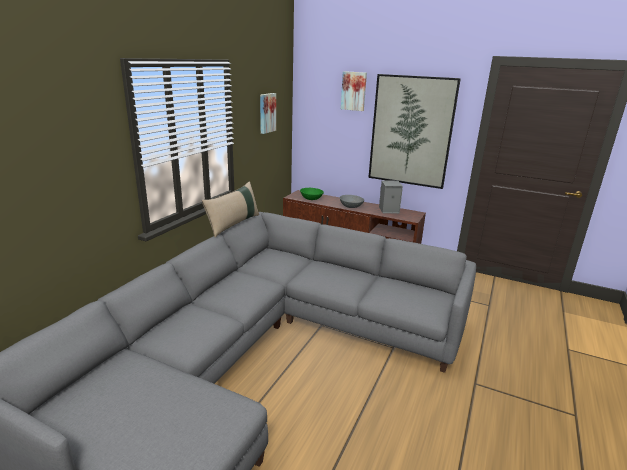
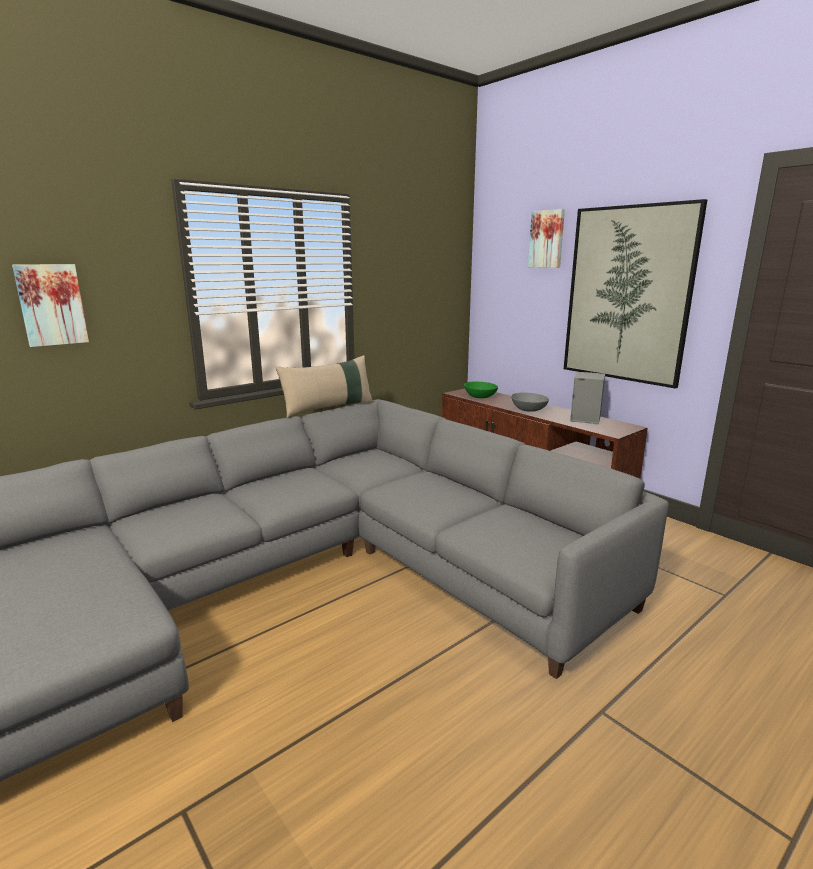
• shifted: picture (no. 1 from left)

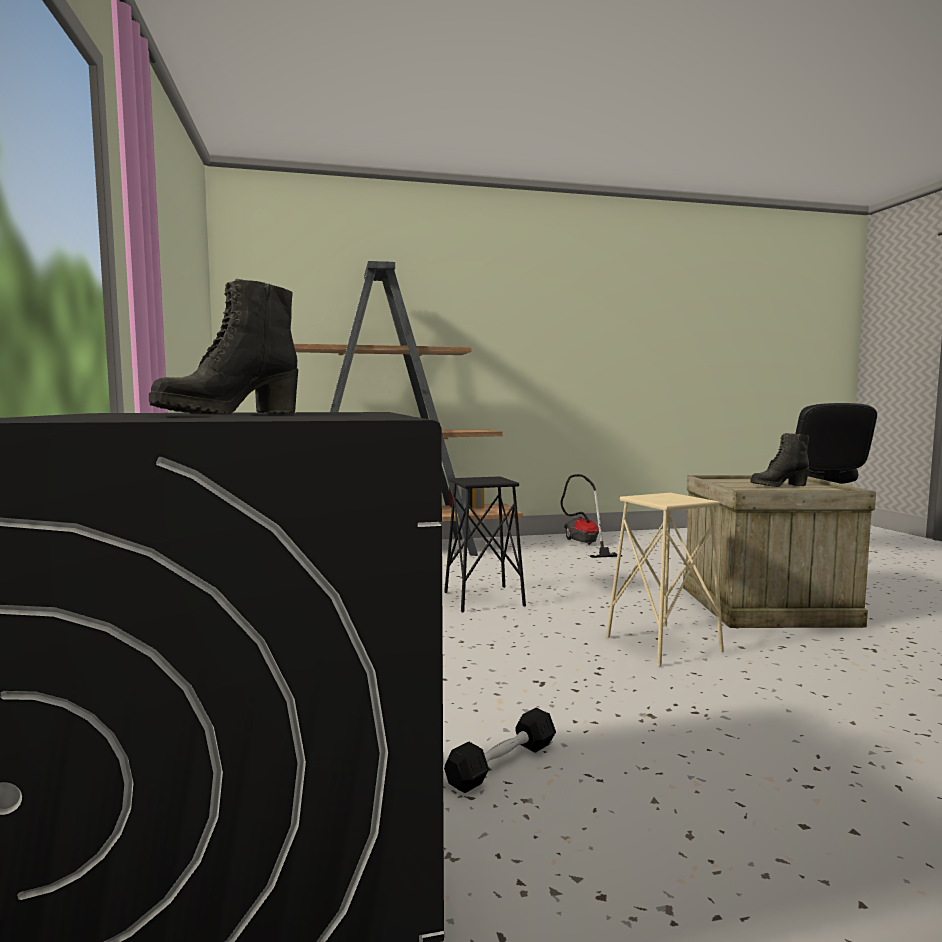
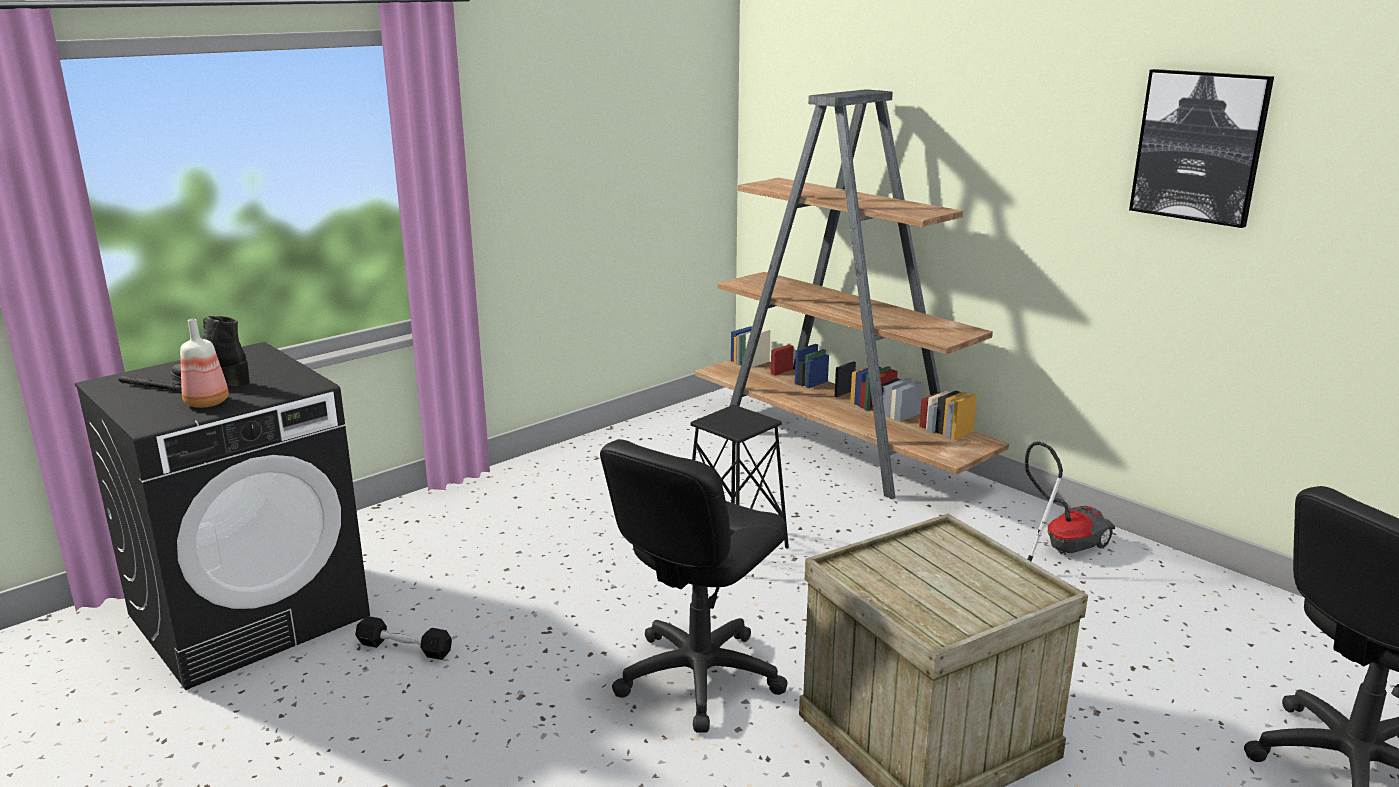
• new: black-coloured torch
• new: bottle
• swapped: beige stool to black-coloured office chair (no. 1 from left)
• new: picture
• gone: black-coloured tall boot (no. 2 from left)

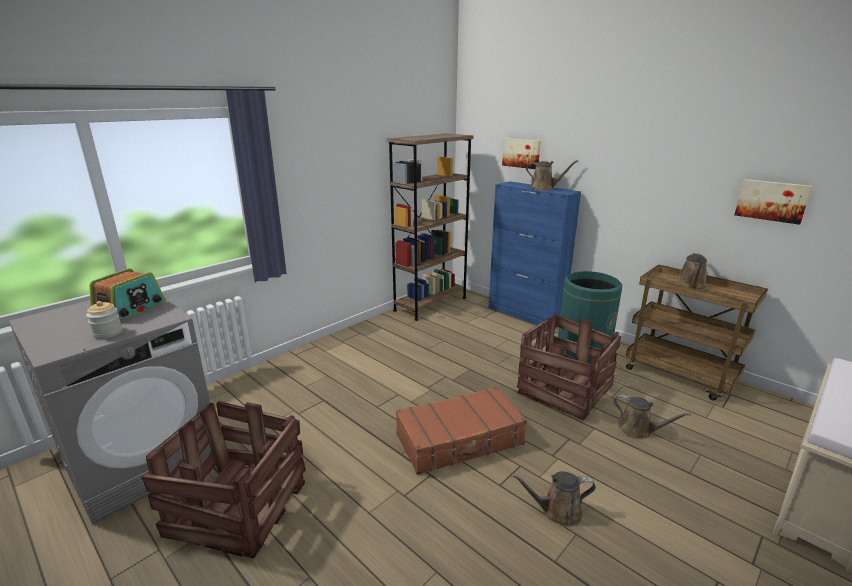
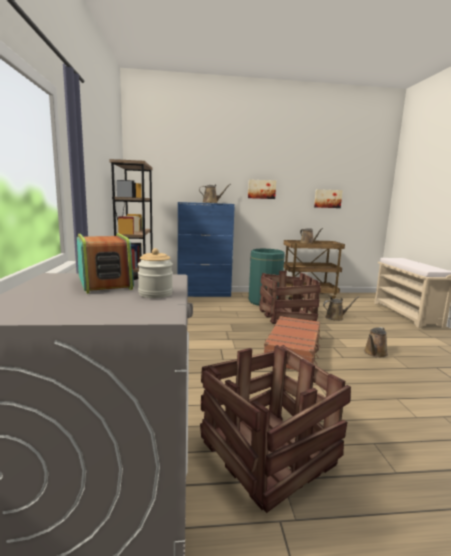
• shifted: picture (no. 1 from left)

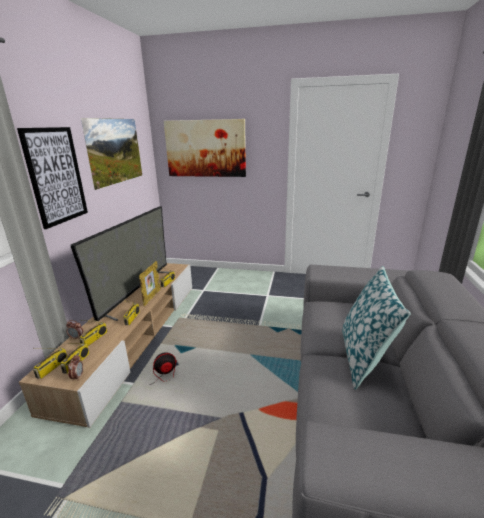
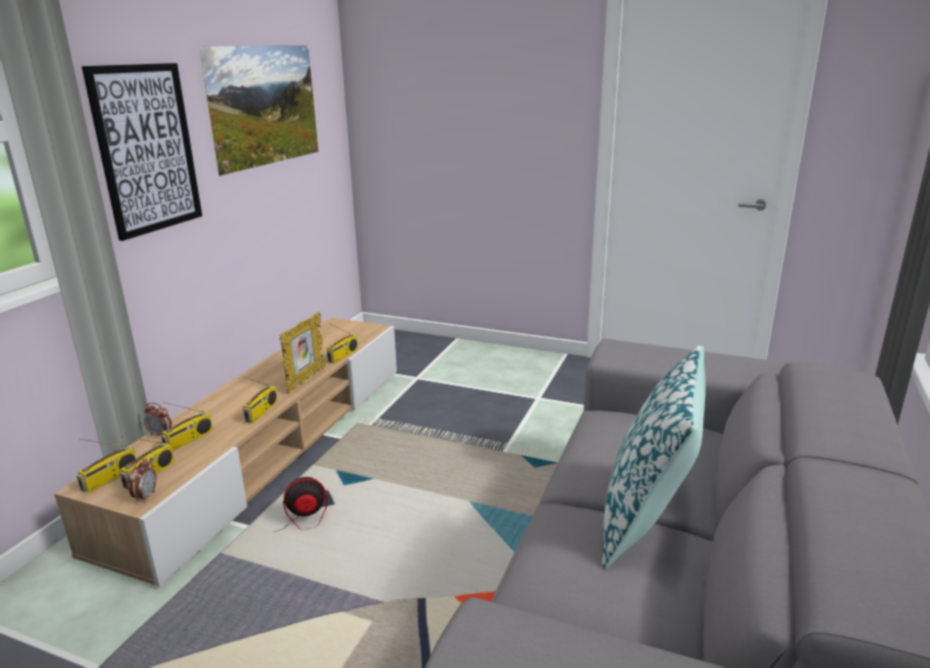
• gone: TV
• gone: picture (no. 3 from left)

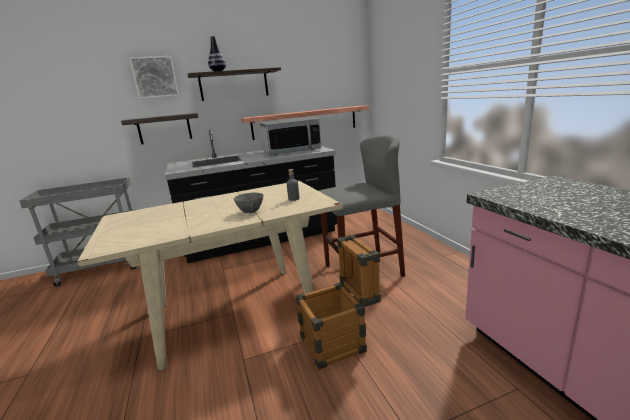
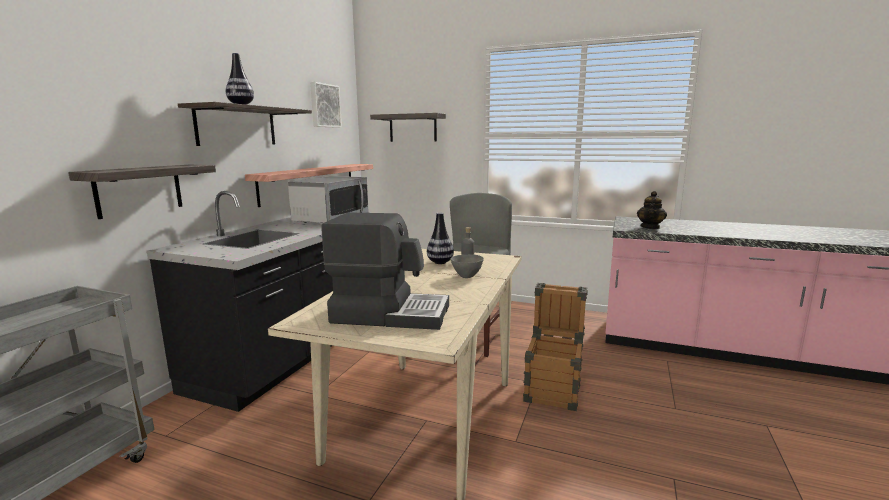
• shifted: picture
• new: coffee brewer
• new: shelf (no. 4 from left)
• new: vase (no. 2 from left)
• new: pot for tea

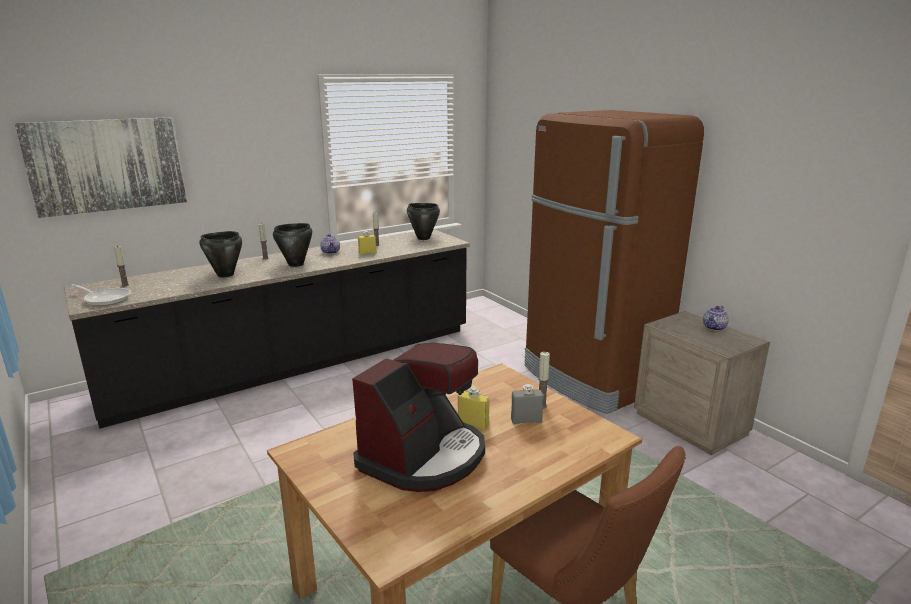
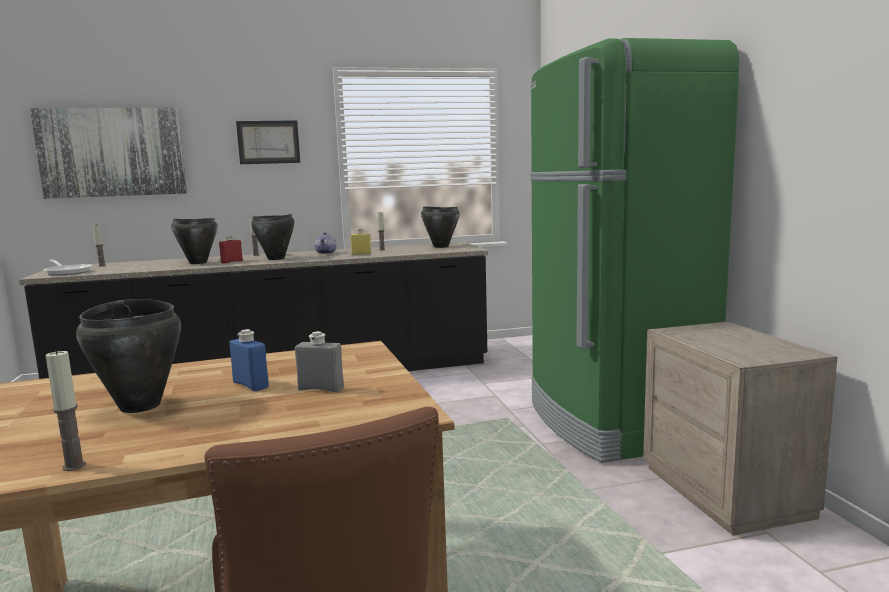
• shifted: wax candle (no. 4 from left in the first image) to wax candle (no. 1 from left)
• swapped: coffee brewer to black-coloured cooking pot (no. 1 from left)
• new: red-coloured bottle
• repainted: yellowish bottle (no. 2 from left) to blue-coloured bottle
• new: picture (no. 2 from left)
• repainted: brown fridge to green fridge
• gone: pot for tea (no. 2 from left)

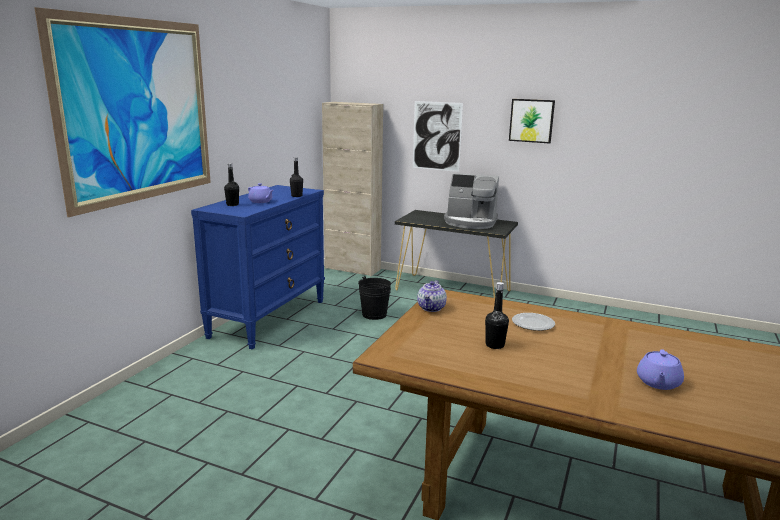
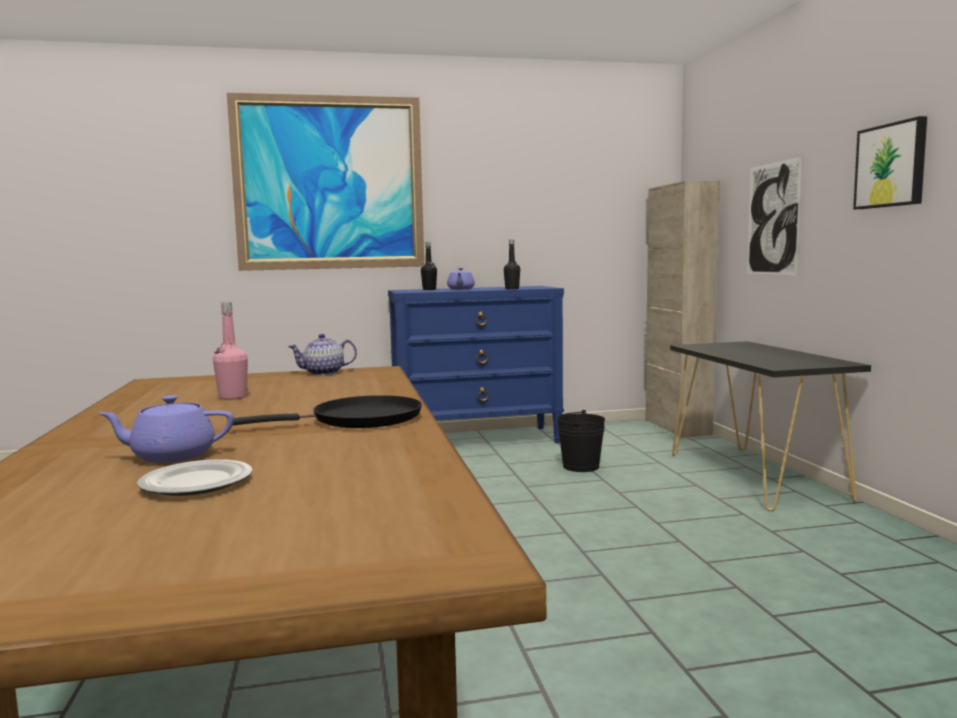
• shifted: flat dish
• repainted: black-coloured bottle (no. 3 from left) to pinkish bottle
• new: black-coloured skillet
• gone: coffee brewer

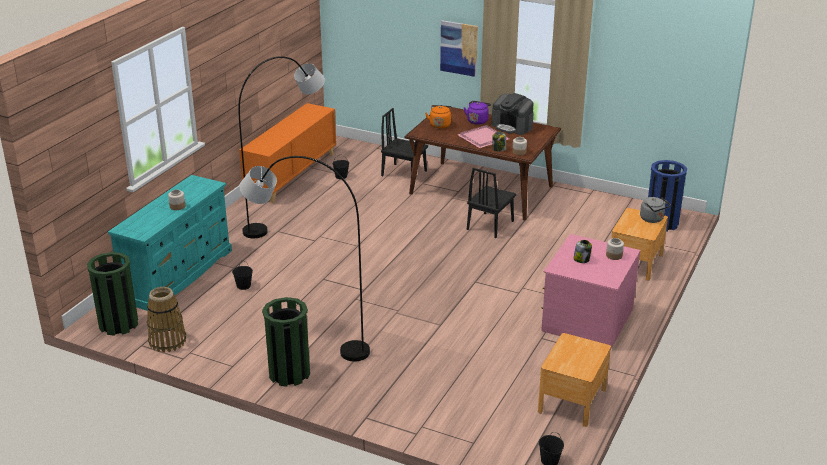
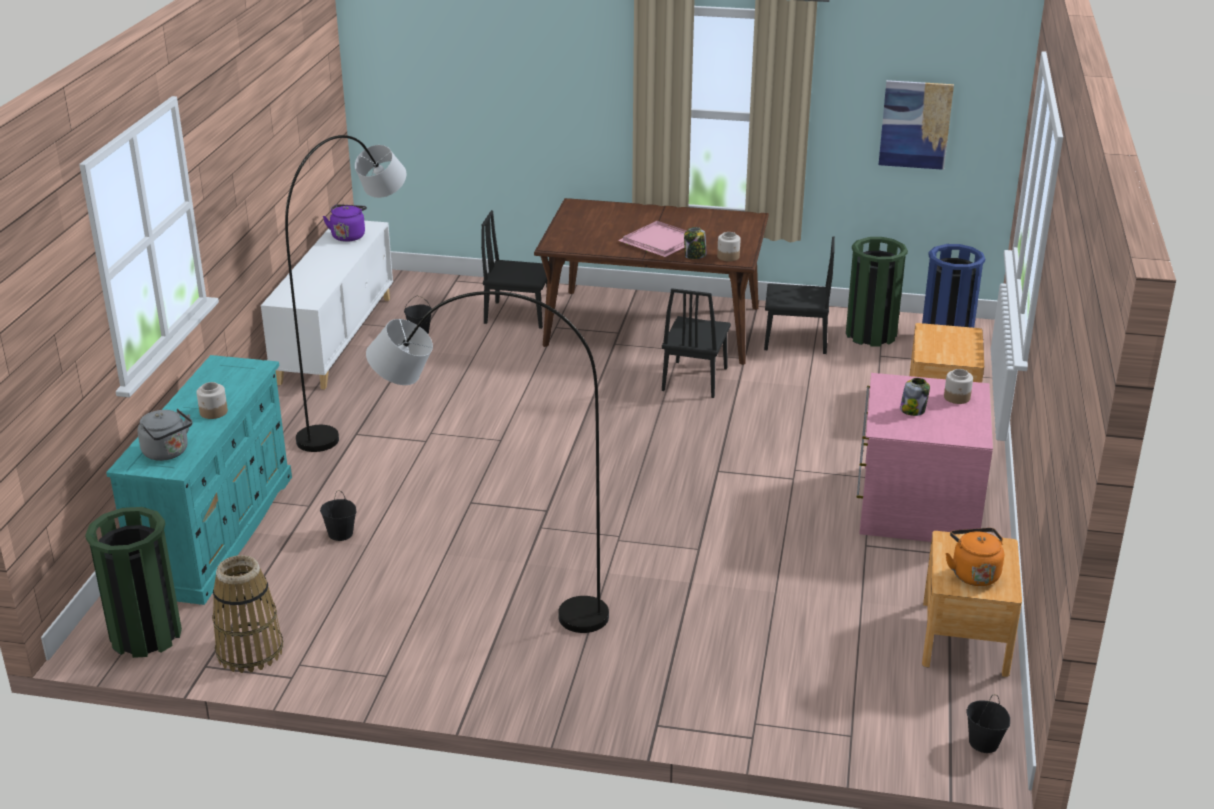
• shifted: gray water kettle
• repainted: orange-coloured storage cabinet to whitish storage cabinet
• shifted: purple water kettle
• new: black-coloured upright chair (no. 3 from left)
• shifted: green rubbish bin (no. 2 from left)
• shifted: picture
• shifted: orange-coloured water kettle
• gone: coffee brewer

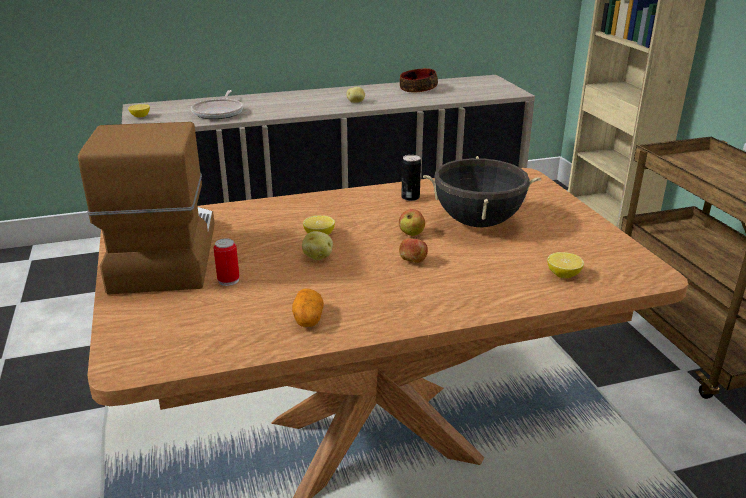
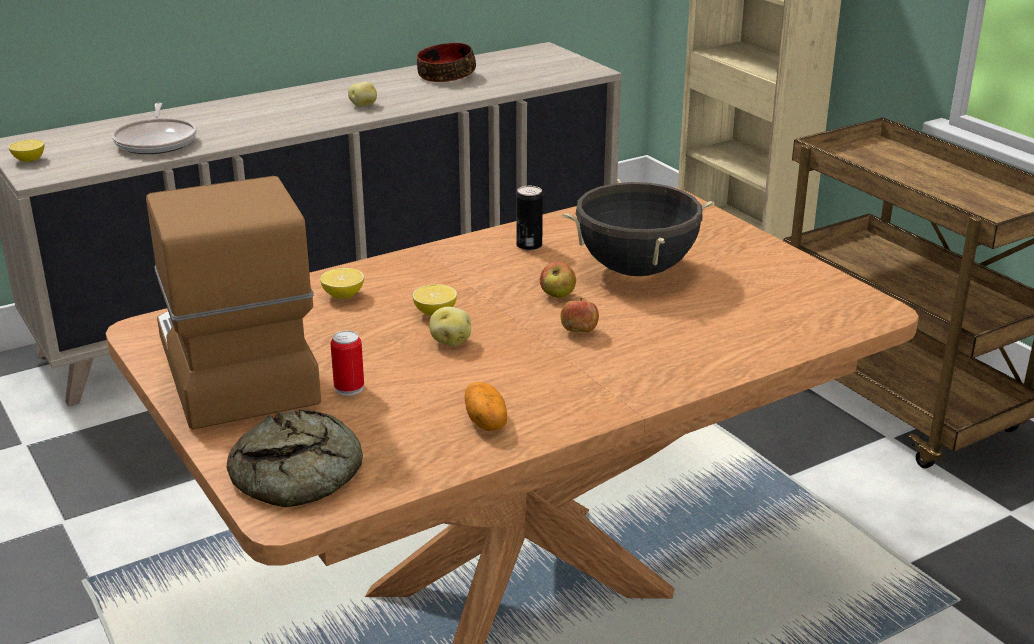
• new: bakery bread
• shifted: whole lemon (no. 3 from left in the first image) to whole lemon (no. 2 from left)

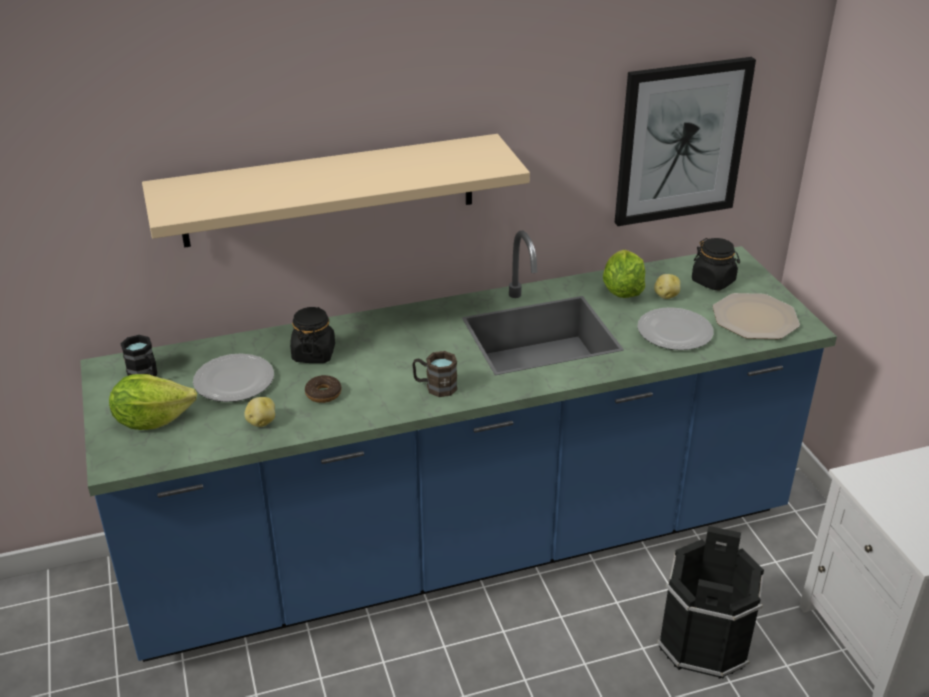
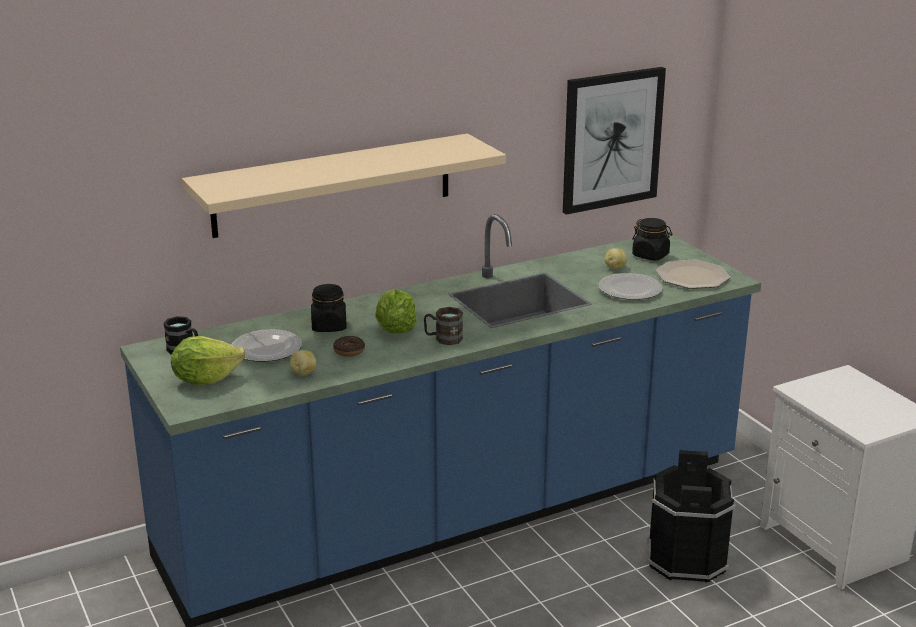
• shifted: lettuce (no. 2 from left)

